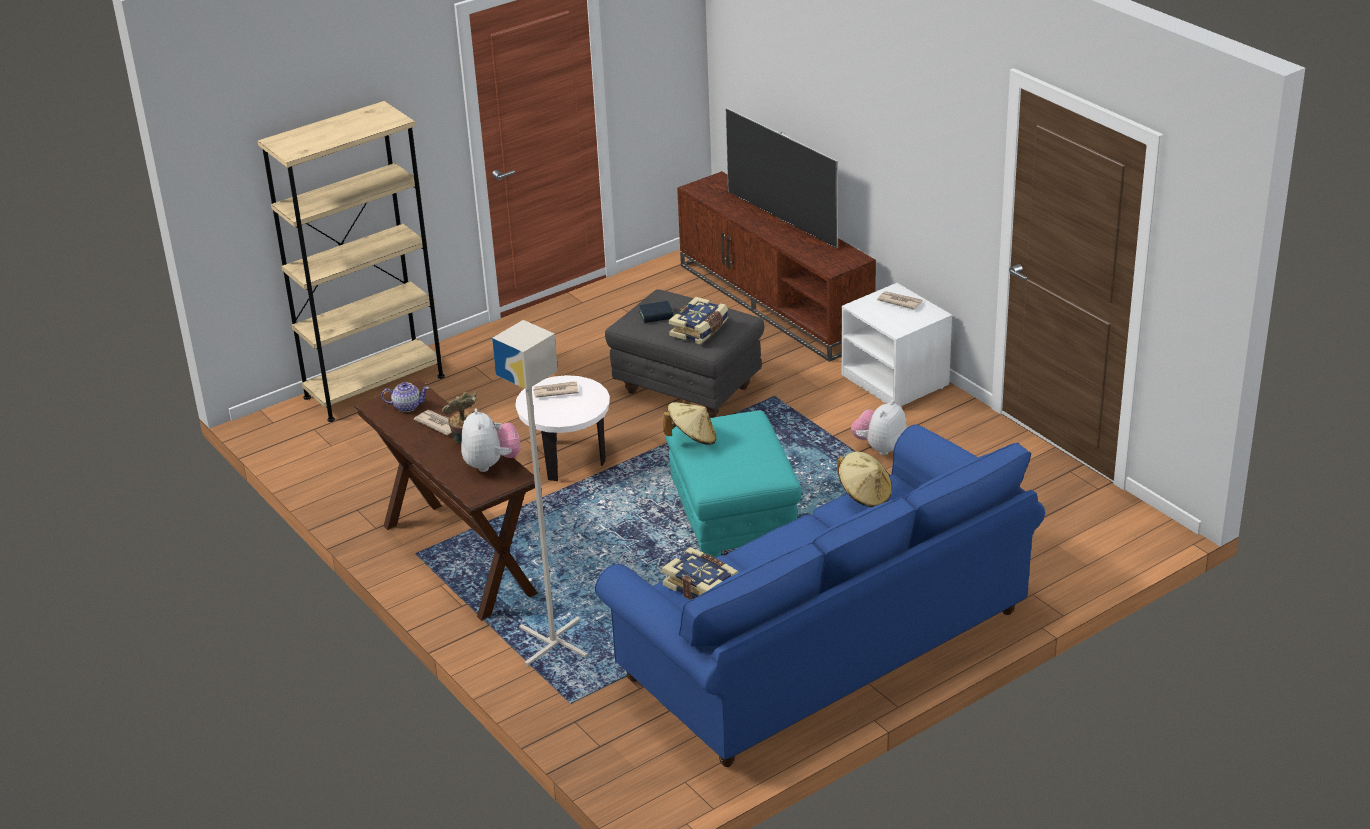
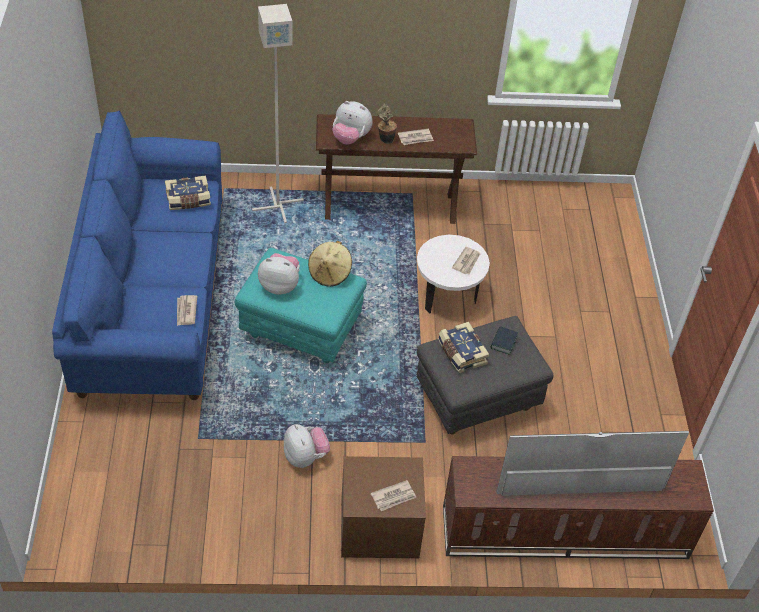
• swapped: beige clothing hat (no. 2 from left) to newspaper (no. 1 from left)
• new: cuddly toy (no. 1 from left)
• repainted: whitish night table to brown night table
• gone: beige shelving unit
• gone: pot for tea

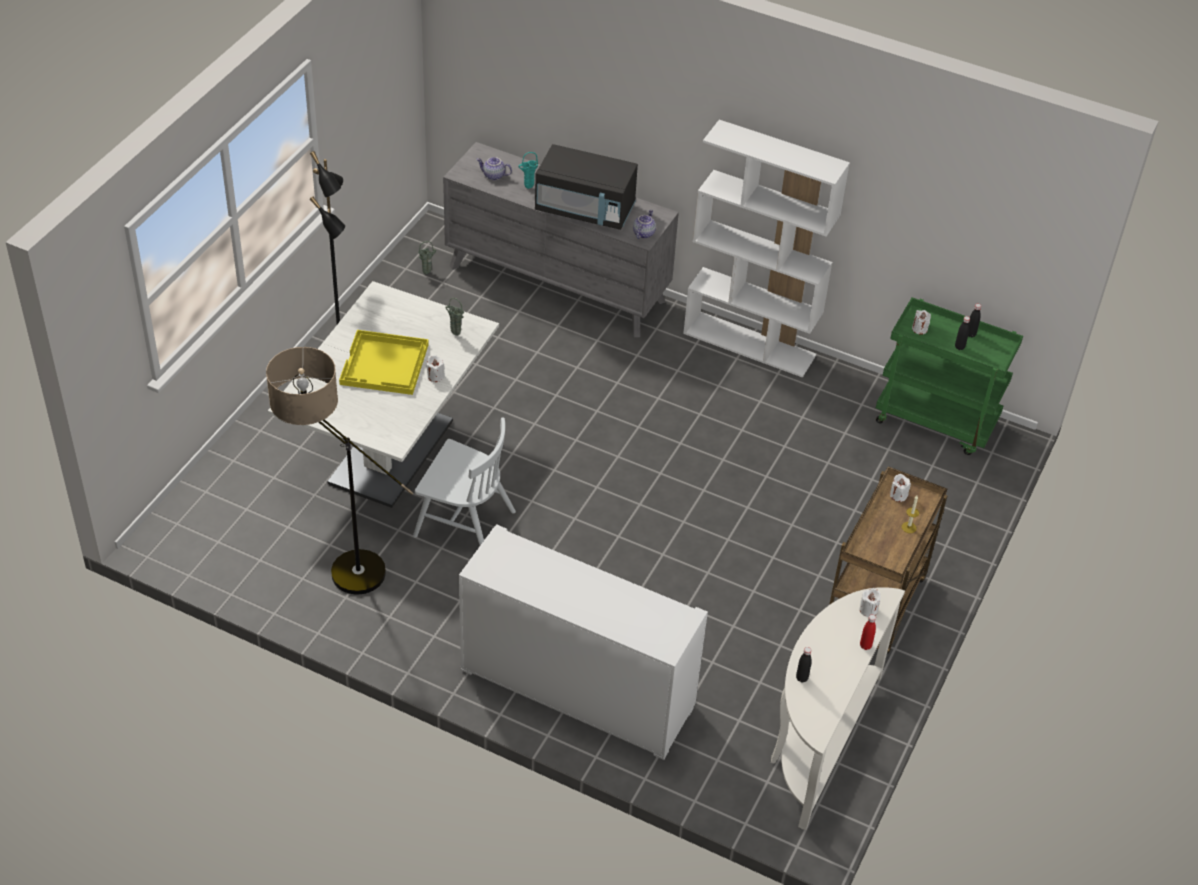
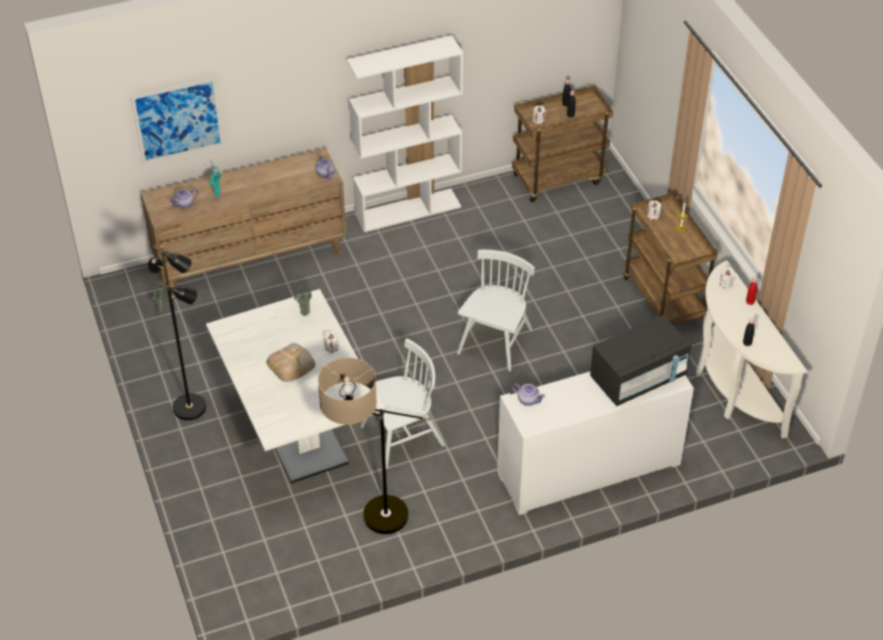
• new: picture
• repainted: gray dresser to brown dresser
• swapped: yellowish tray to bakery bread
• new: whitish upright chair (no. 2 from left)
• repainted: green wheeled cart to brown wheeled cart (no. 1 from left)
• new: pot for tea (no. 3 from left)
• shifted: black-coloured microwave oven

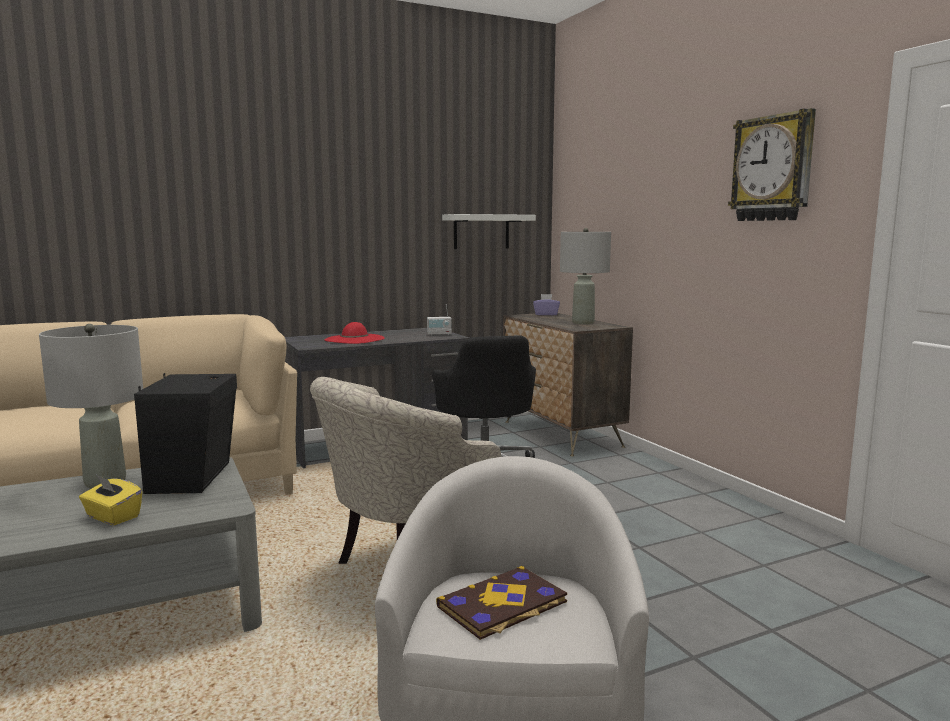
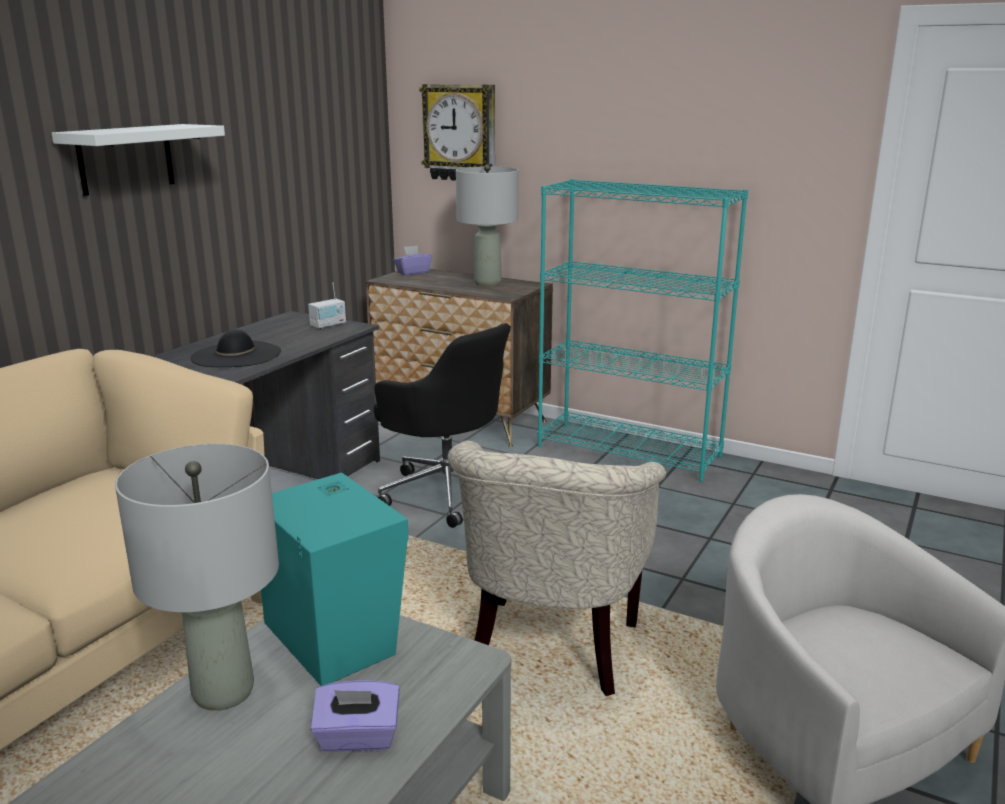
• shifted: whitish shelf
• repainted: red-coloured clothing hat to black-coloured clothing hat
• repainted: black-coloured speaker to turquoise speaker
• repainted: yellowish tissue box to purple tissue box (no. 1 from left)
• shifted: hanging clock
• new: turquoise shelving unit
• gone: bound book

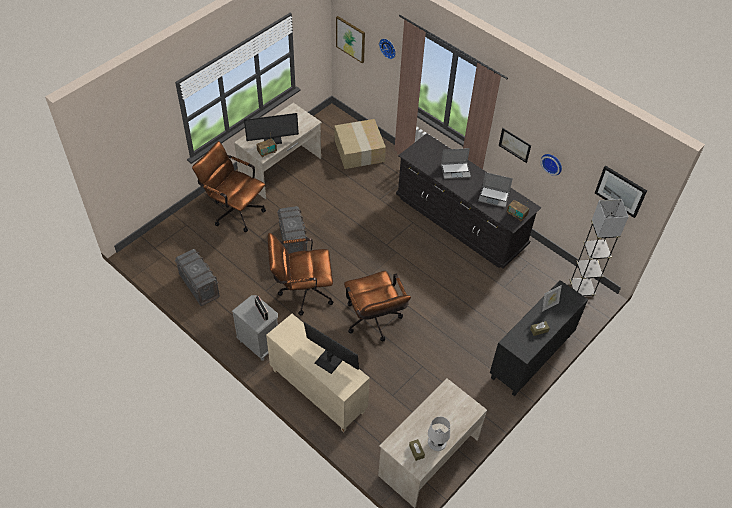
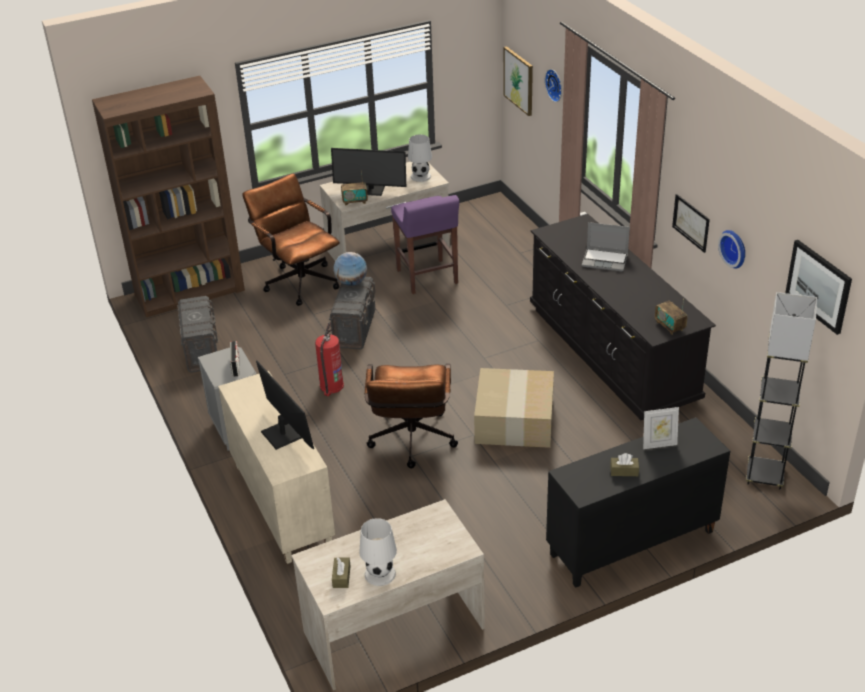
• new: brown shelving unit
• swapped: brown office chair (no. 2 from left) to fire extinguisher
• new: globe
• new: purple stool
• new: whitish lamp for a table (no. 2 from left)
• shifted: packing box
• gone: laptop (no. 2 from left)

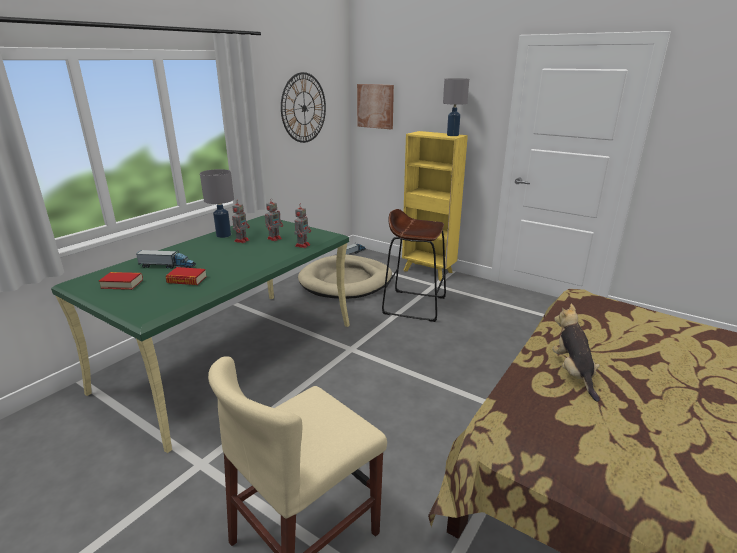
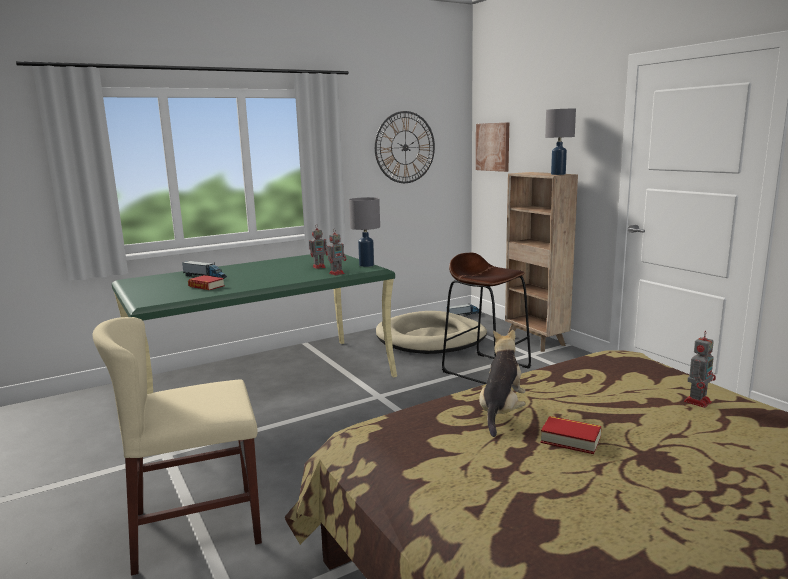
• shifted: gray lamp for a table (no. 1 from left)
• repainted: yellowish shelving unit to brown shelving unit
• shifted: bound book (no. 1 from left in the first image) to bound book (no. 2 from left)
• shifted: toy robot (no. 1 from left in the first image) to toy robot (no. 3 from left)

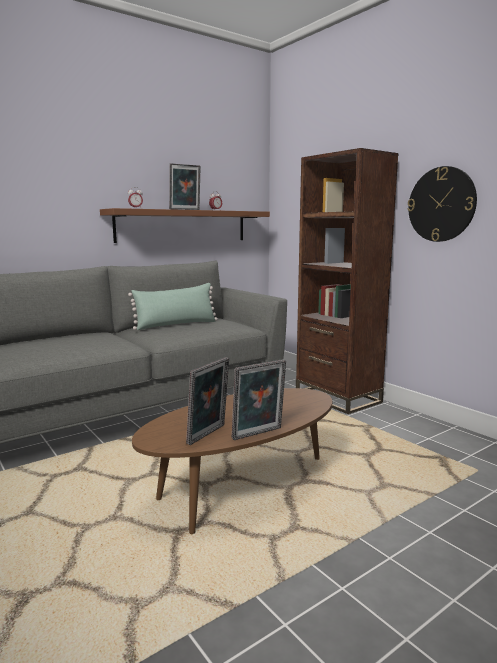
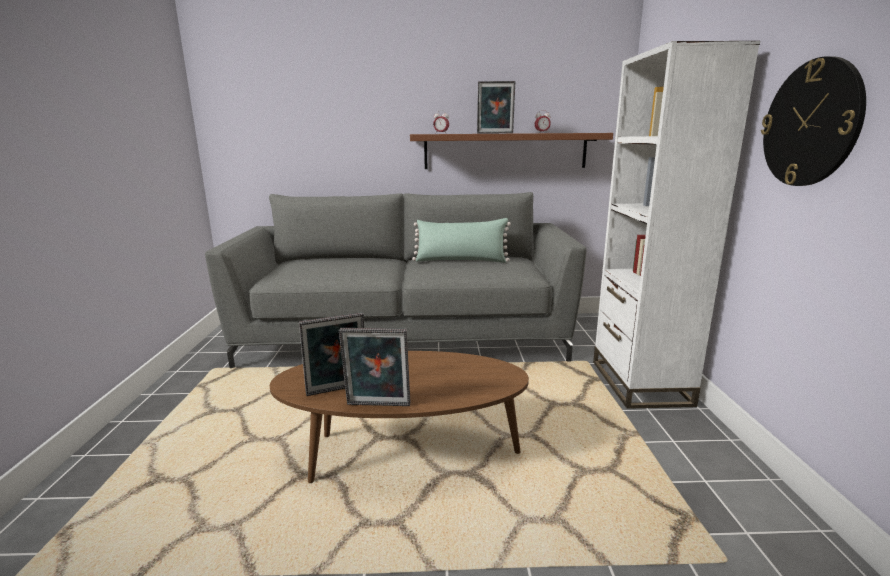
• repainted: brown shelving unit to whitish shelving unit

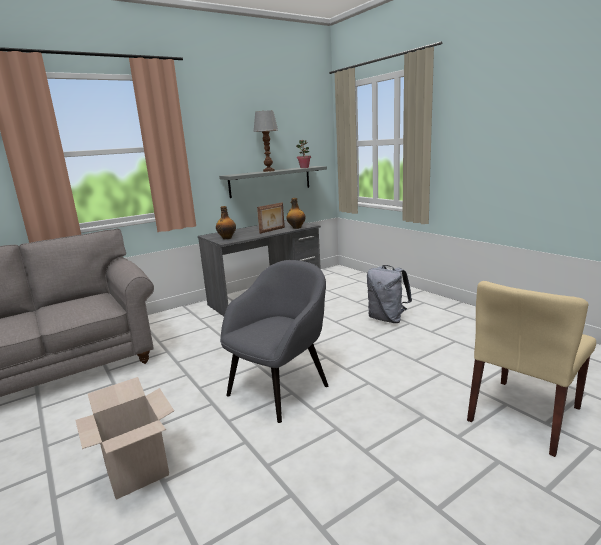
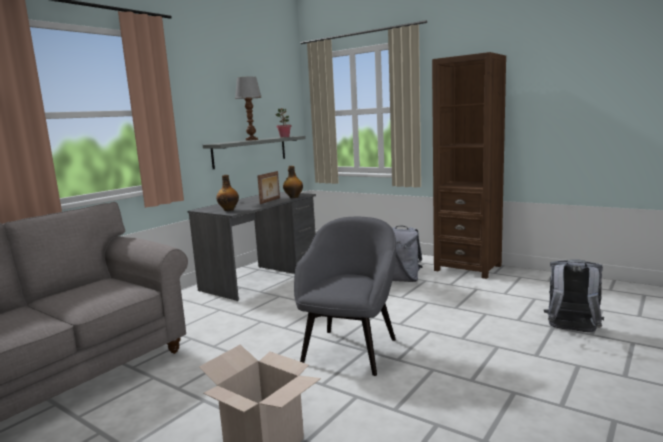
• new: brown shelving unit
• swapped: beige upright chair to gray knapsack (no. 2 from left)

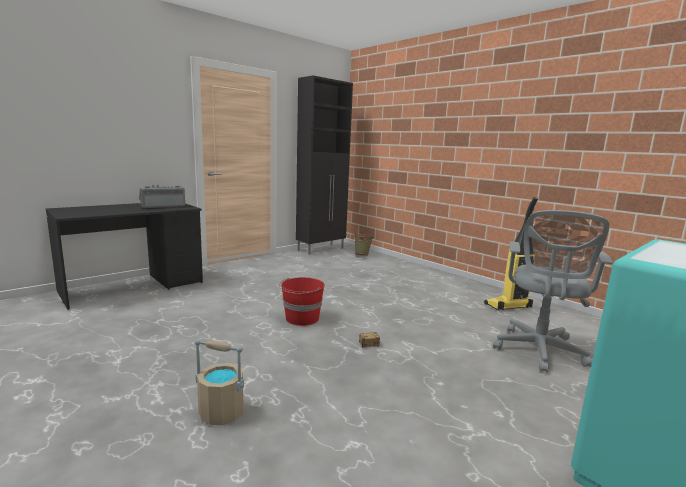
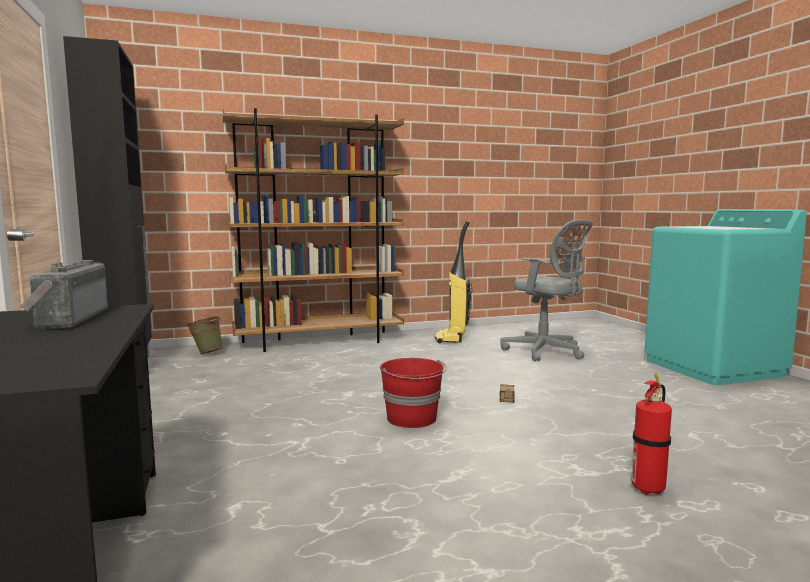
• new: brown shelving unit
• swapped: beige pail to fire extinguisher

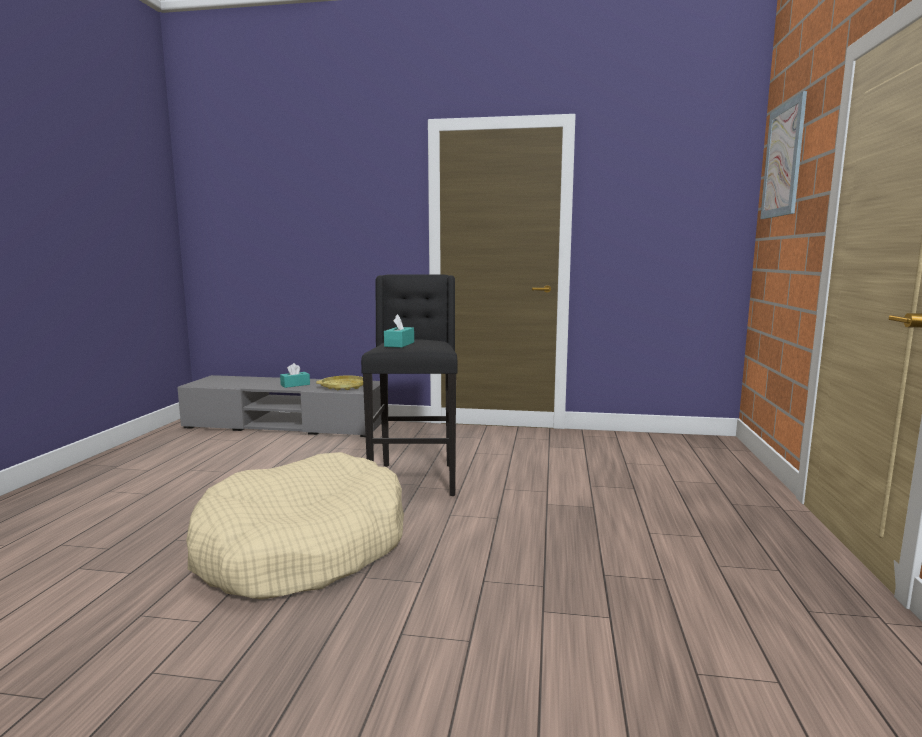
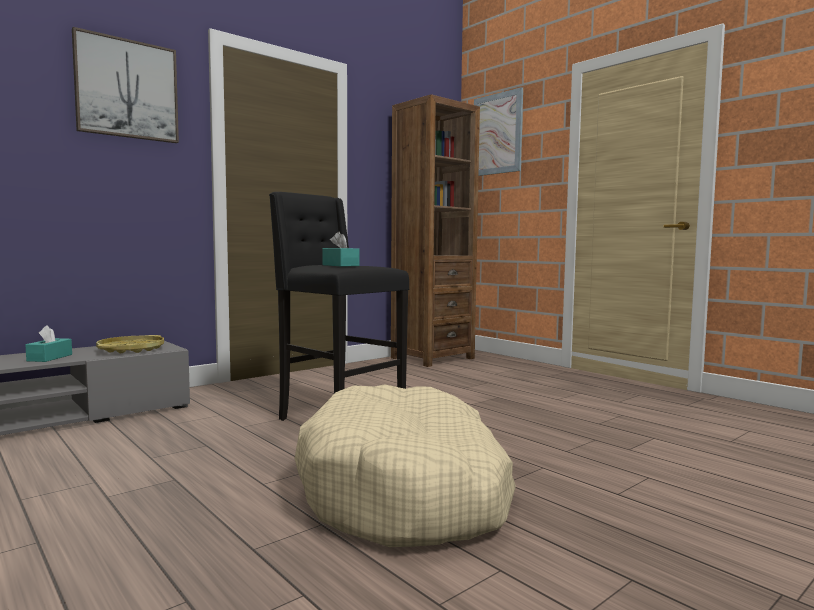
• new: picture (no. 1 from left)
• new: brown shelving unit

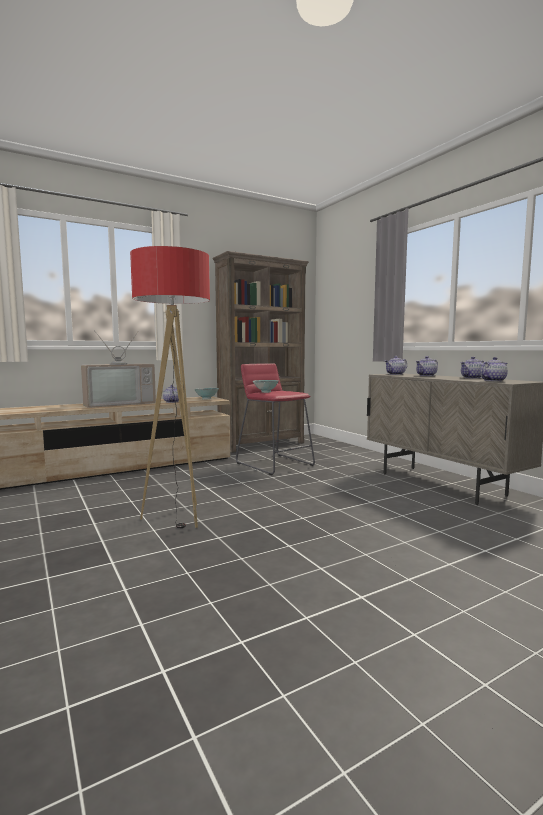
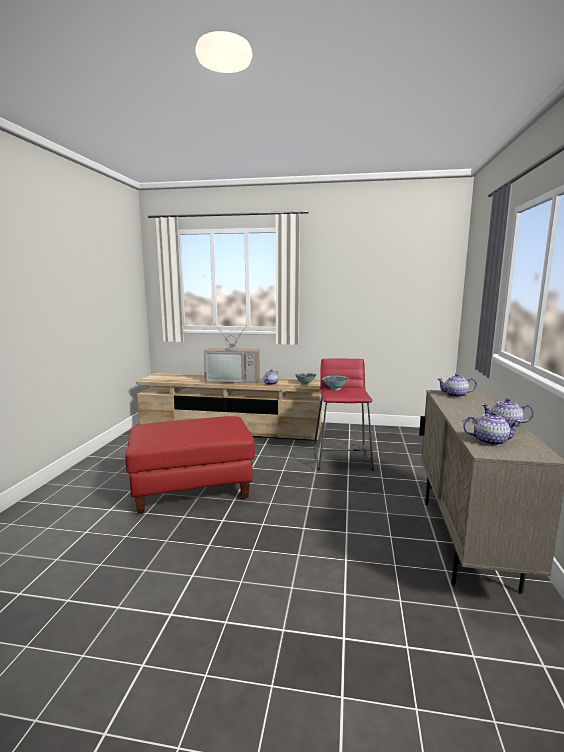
• swapped: floor lamp to red-coloured footrest
• gone: brown shelving unit
• gone: pot for tea (no. 3 from left)

